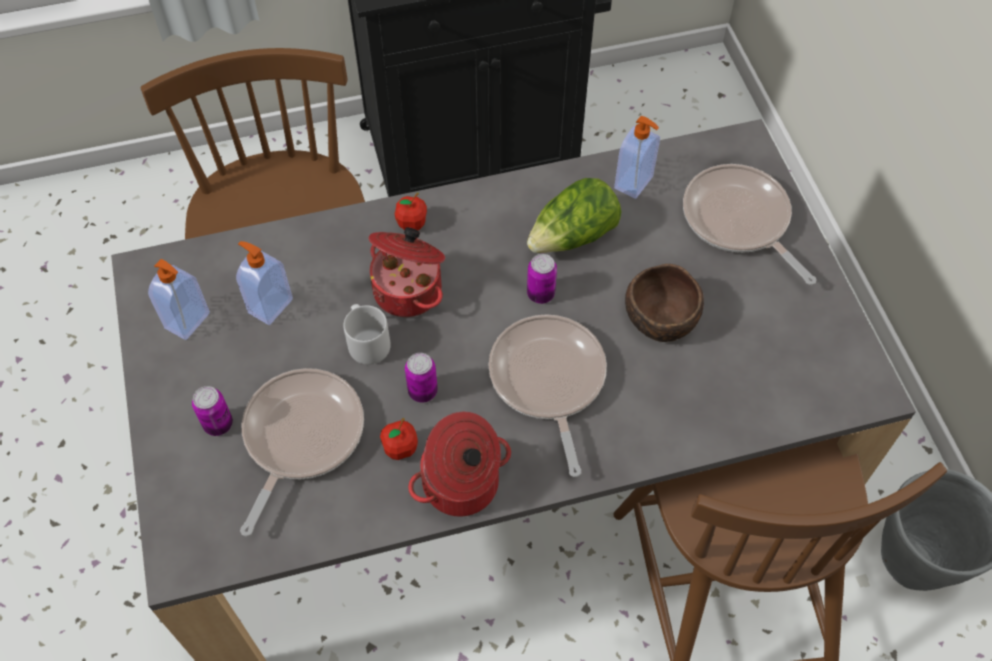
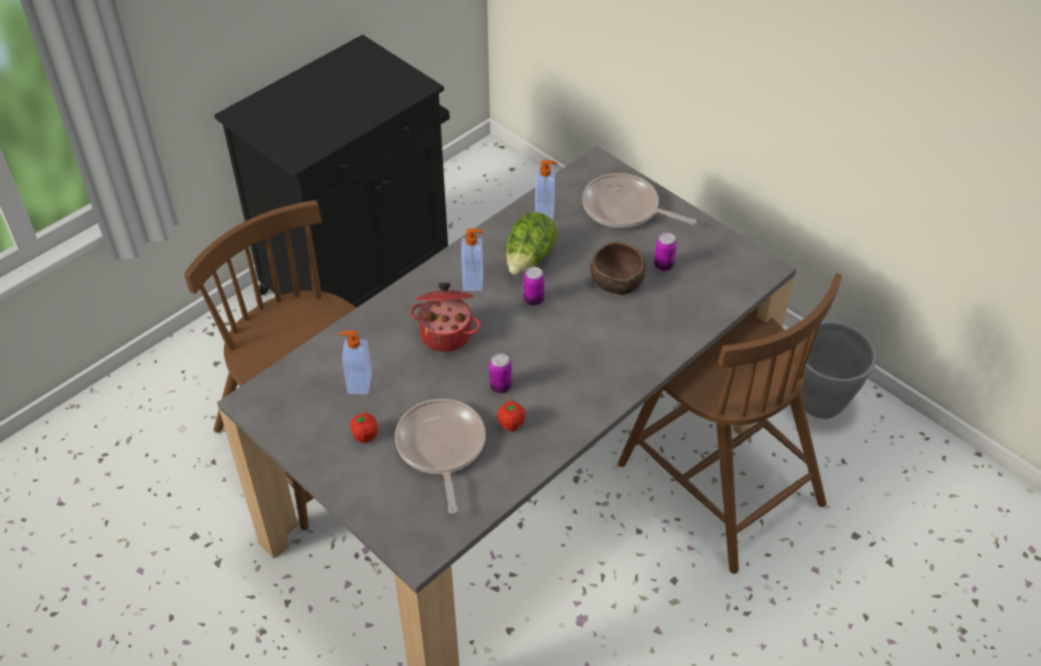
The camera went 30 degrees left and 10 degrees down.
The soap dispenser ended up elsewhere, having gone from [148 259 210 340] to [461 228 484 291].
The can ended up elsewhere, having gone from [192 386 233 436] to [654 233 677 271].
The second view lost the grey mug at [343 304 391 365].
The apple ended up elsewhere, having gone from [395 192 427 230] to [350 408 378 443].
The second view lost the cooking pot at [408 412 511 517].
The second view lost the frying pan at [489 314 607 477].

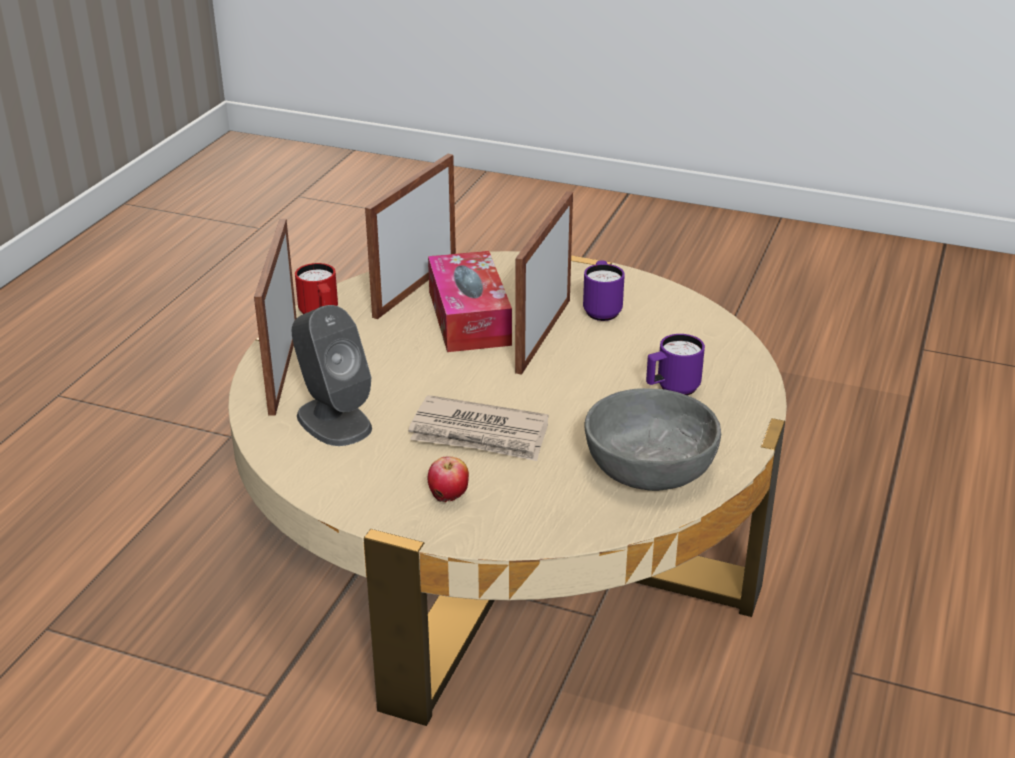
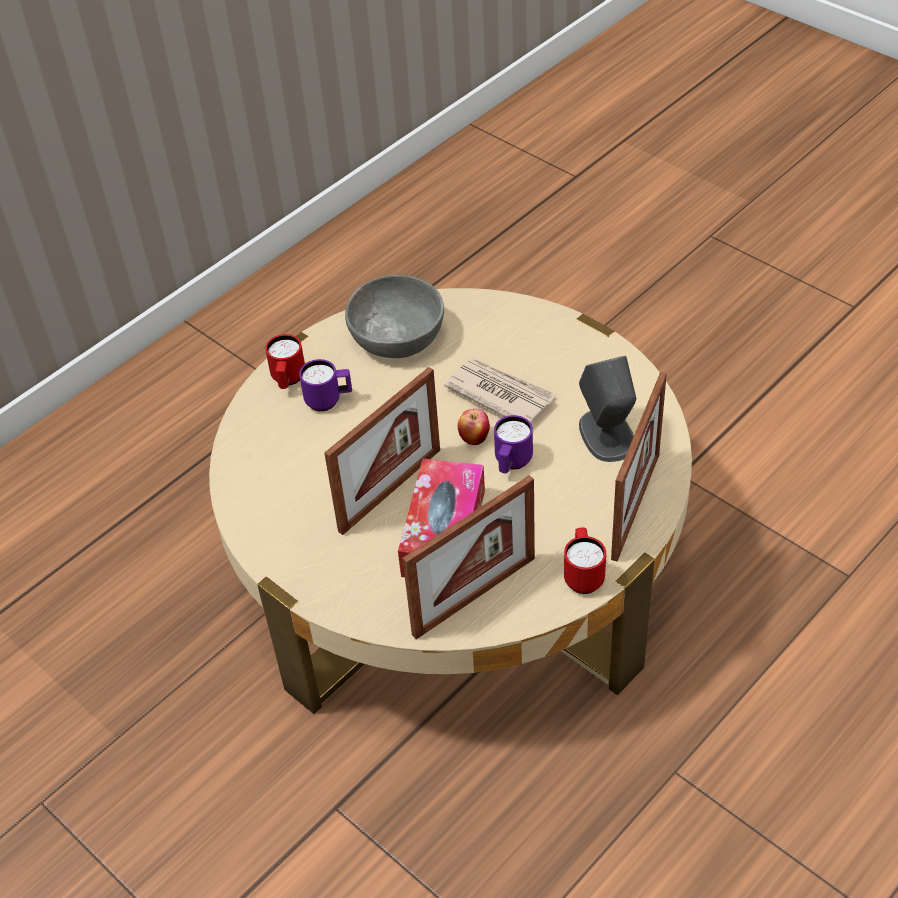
The camera went 155 degrees left and 15 degrees up.
The apple ended up elsewhere, having gone from [428 456 469 502] to [458 409 490 445].
The purple mug ended up elsewhere, having gone from [583 260 625 321] to [494 415 533 473].
The second view gained the red mug at [265 334 305 389].

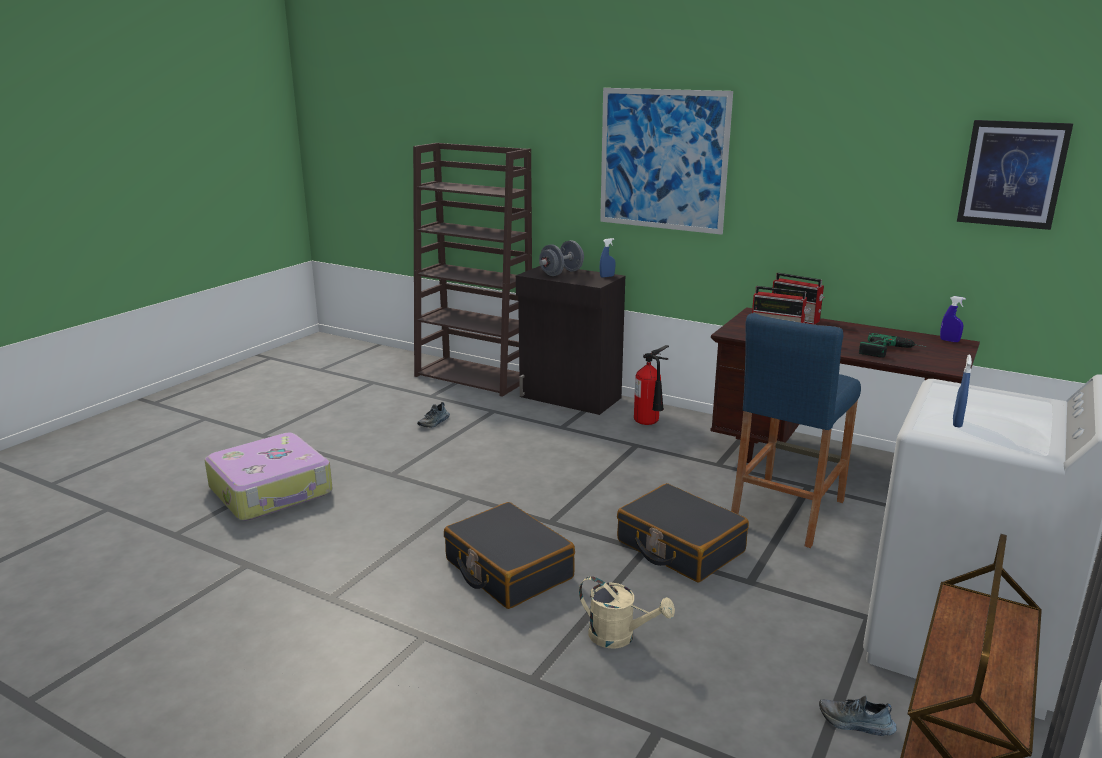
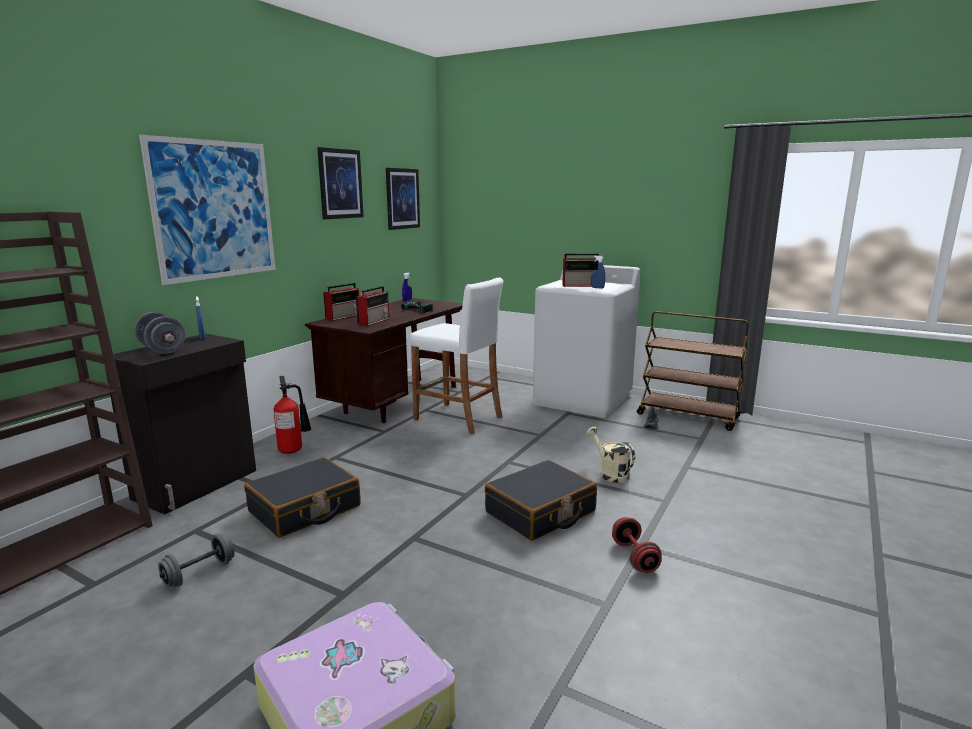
The camera went 90 degrees left and 5 degrees down.
Where the shoe stood at [417 402 450 427], the grey dumbbell came to stand at [158 534 235 587].
The beige watering can at [579 576 675 649] ended up facing another way, 60 degrees counterclockwise from before.
The black suitcase ended up elsewhere, having gone from [617 483 749 582] to [244 457 361 538].
What was the blue stool at [731 313 861 548] turned into the white stool at [410 277 503 435].
The second view gained the picture at [317 147 364 219].
The second view gained the radio at [562 253 599 287].
The second view gained the red dumbbell at [612 517 662 573].

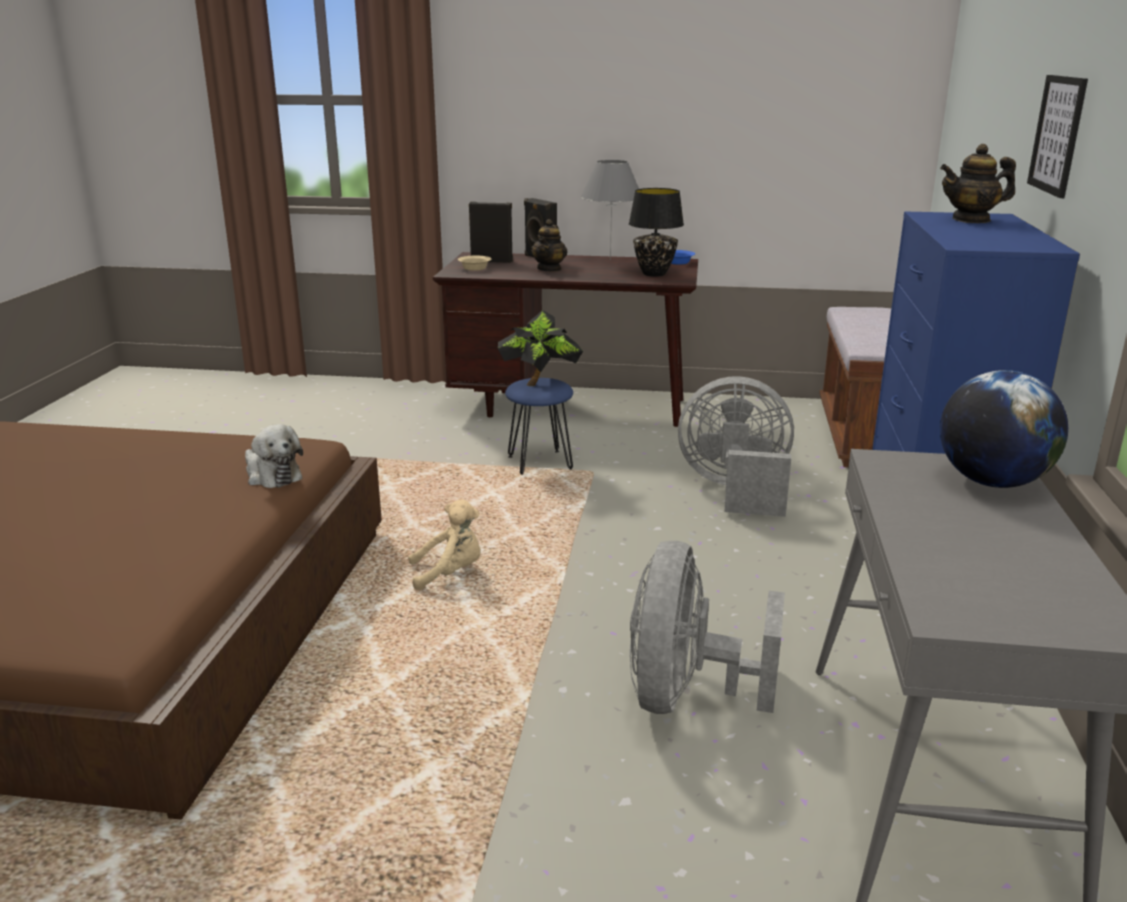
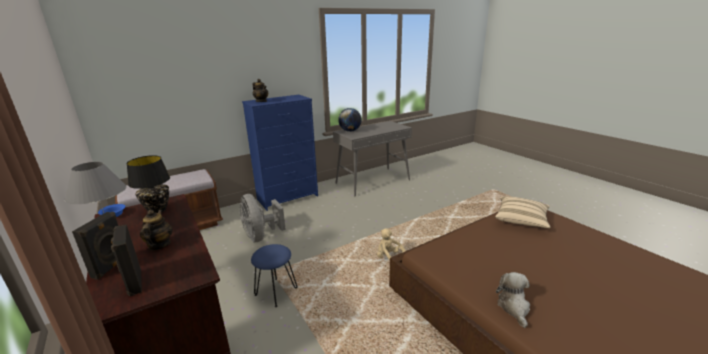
The camera went 130 degrees left and 0 degrees up.
The plush toy ended up elsewhere, having gone from [245 424 303 488] to [496 272 530 328].
The second view lost the beige bowl at [458 256 492 271].
The second view lost the potted plant at [498 310 583 386].
The teapot at [531 219 567 272] ended up facing another way, 75 degrees counterclockwise from before.
The second view lost the grey fan at [630 541 785 714].
The second view lost the picture at [1027 75 1088 198].
The second view gained the beige pillow at [495 196 551 228].

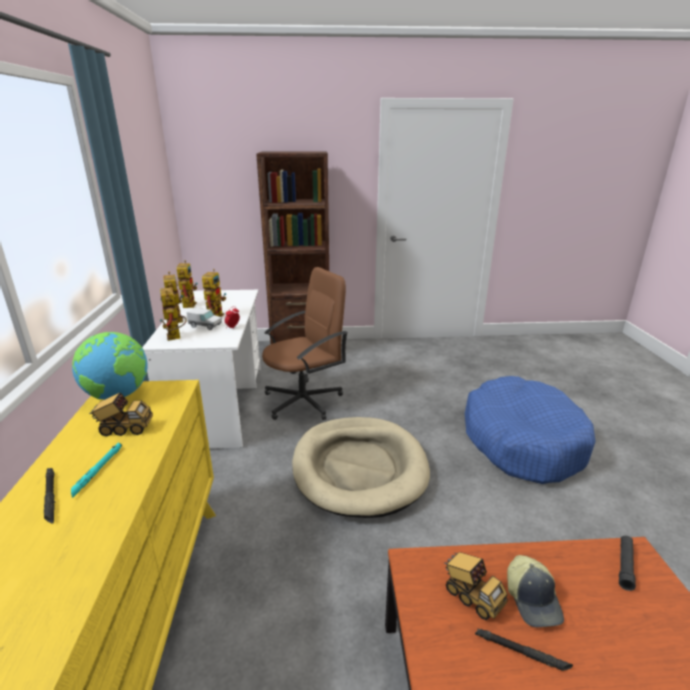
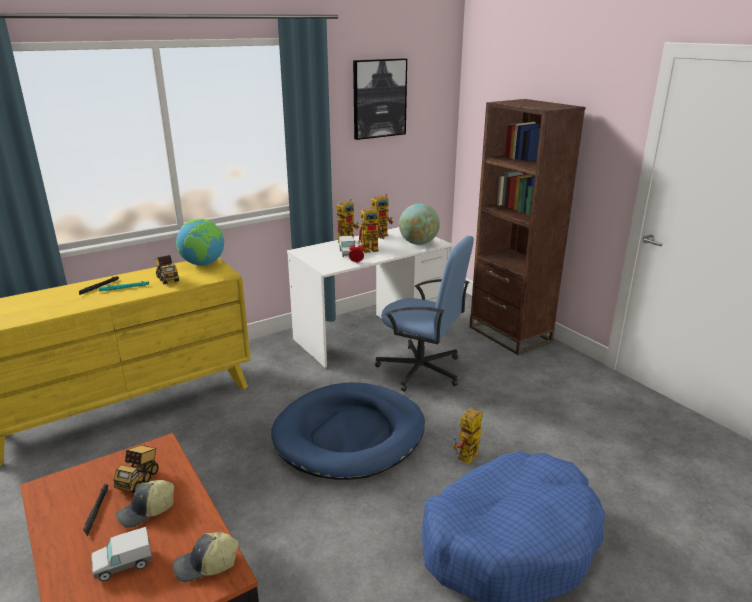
The camera went 60 degrees right and 0 degrees up.
The toy robot ended up elsewhere, having gone from [159 287 187 341] to [453 407 483 464].
What was the brown office chair at [262 267 348 420] turned into the blue office chair at [375 236 474 392].
What was the beige dog bed at [292 417 430 518] turned into the blue dog bed at [271 382 425 480].
Where the black flashlight stood at [619 536 636 591], the cap came to stand at [173 532 239 582].
The second view gained the toy truck at [92 527 152 581].
The second view gained the picture at [353 58 407 140].
The second view gained the globe at [399 204 440 245].

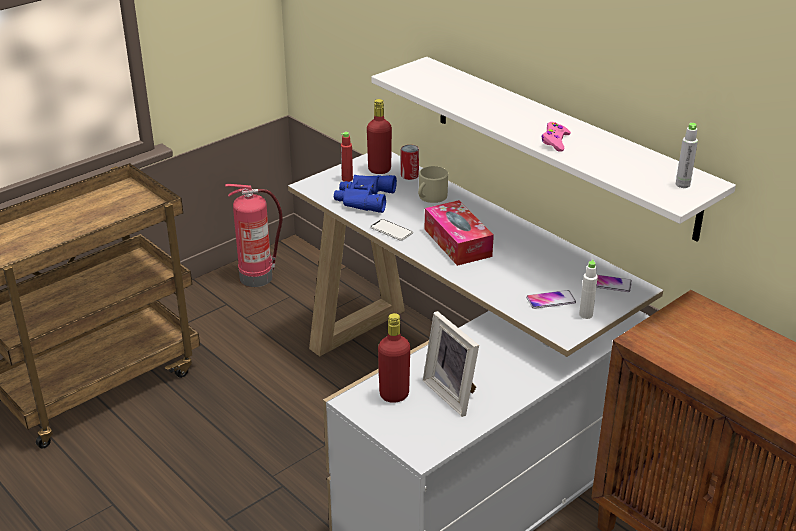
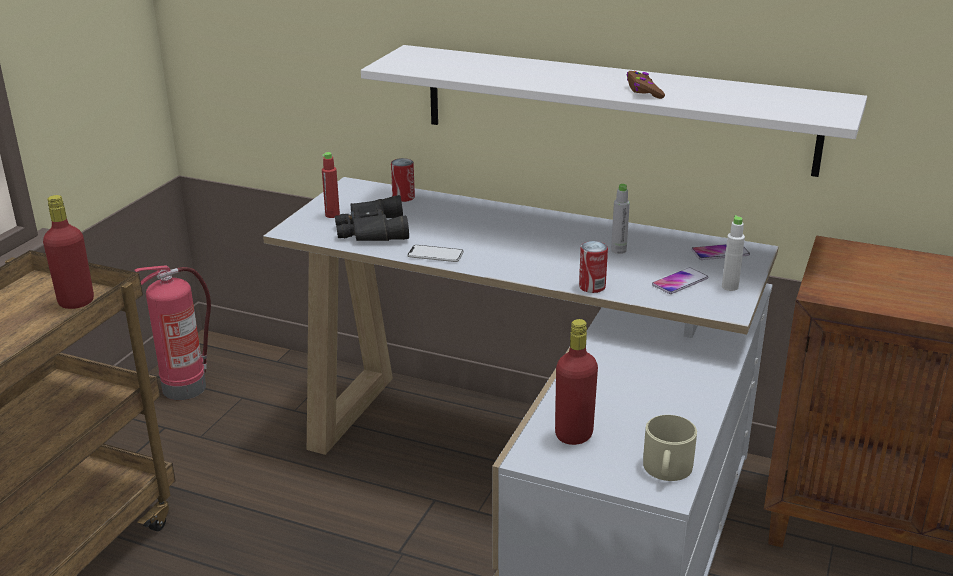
The camera went 25 degrees left and 5 degrees down.
What was the blue binoculars at [334 175 397 213] turned into the black binoculars at [335 195 409 241].
The red bottle ended up elsewhere, having gone from [367 99 392 174] to [43 195 94 309].
The beige mug ended up elsewhere, having gone from [418 166 448 203] to [643 415 697 481].
The second view lost the picture frame at [423 311 479 417].
The second view lost the tissue box at [425 200 494 266].
What was the pink game controller at [541 122 571 152] turned into the brown game controller at [627 71 665 99].
The grey bottle ended up elsewhere, having gone from [676 123 698 188] to [611 184 630 254].
The second view gained the can at [579 241 608 293].

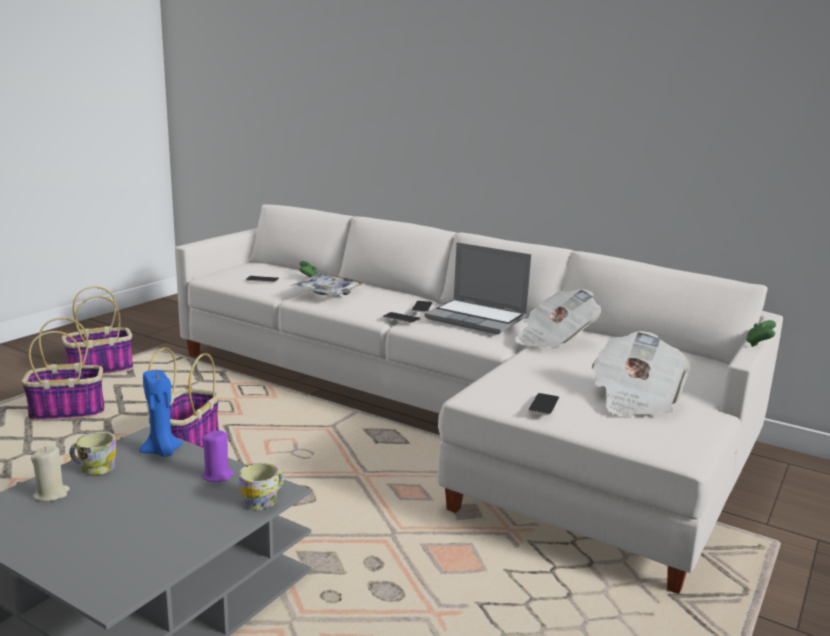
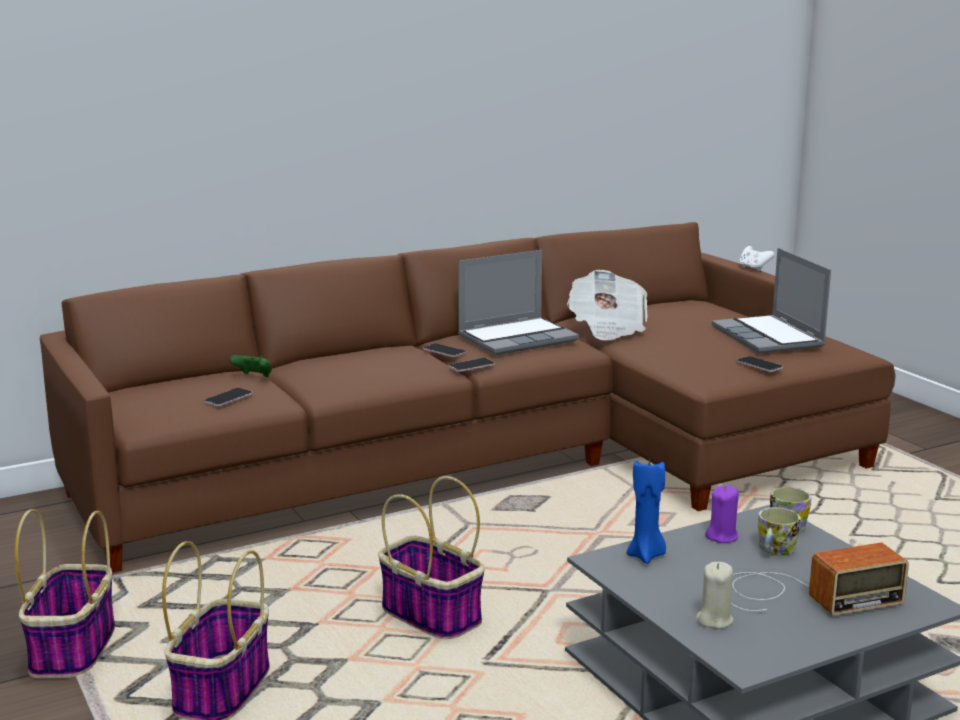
The camera went 60 degrees left and 0 degrees up.
The mug ended up elsewhere, having gone from [69 432 116 475] to [758 507 801 555].
What was the white sofa at [175 204 783 594] turned into the brown sofa at [40 222 896 573].
The second view lost the tray at [290 273 366 296].
Where the newspaper stood at [592 331 691 416], the laptop came to stand at [712 248 831 354].
What was the green game controller at [746 320 776 347] turned into the white game controller at [740 246 775 271].
The second view gained the radio at [731 543 909 616].

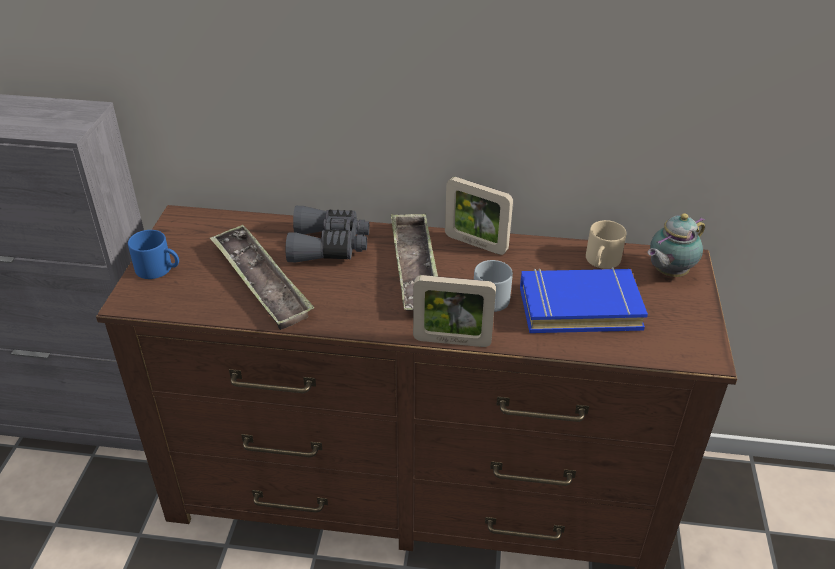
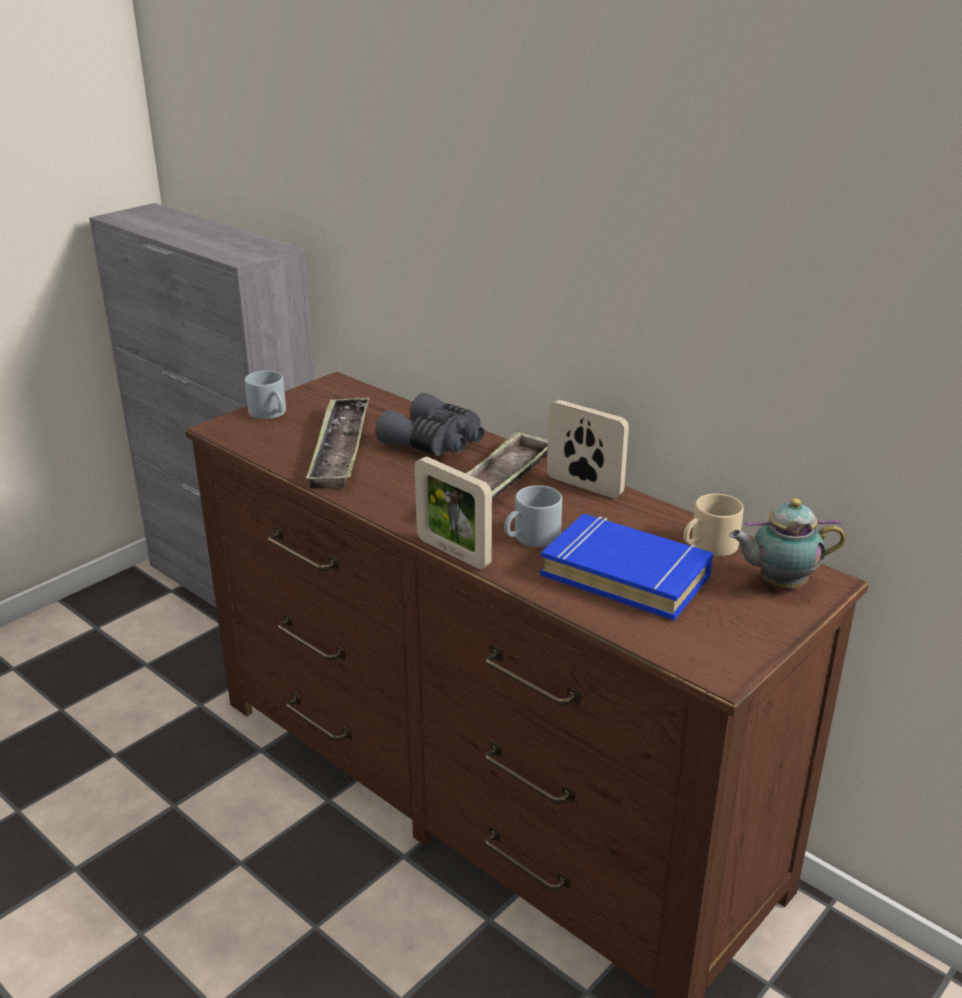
The camera went 35 degrees right and 10 degrees down.
What was the blue mug at [128 230 179 279] turned into the grey mug at [245 371 286 419].
The picture frame at [445 177 513 255] ended up facing another way, 150 degrees clockwise from before.

